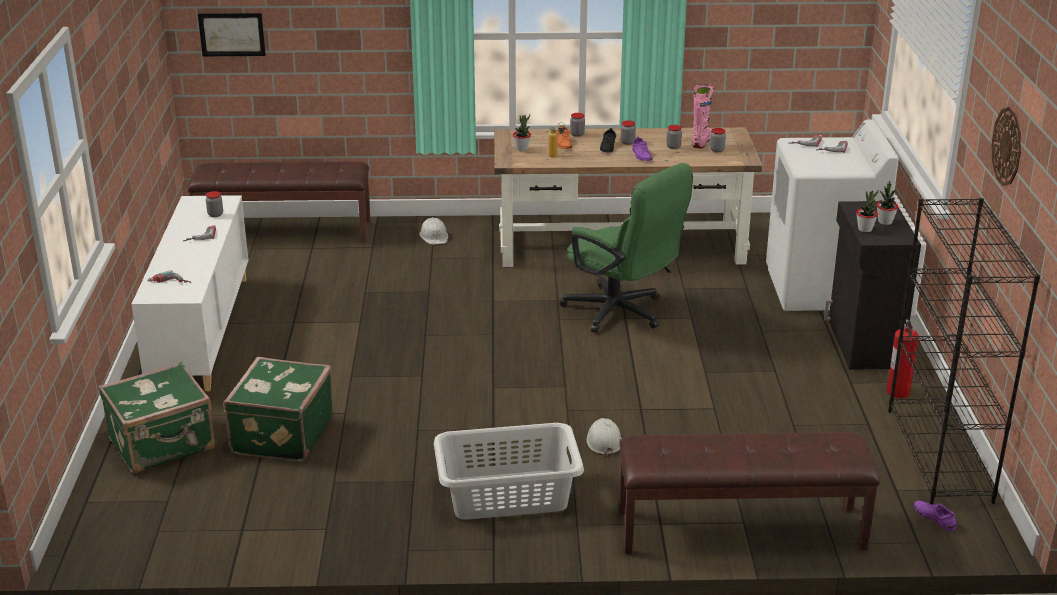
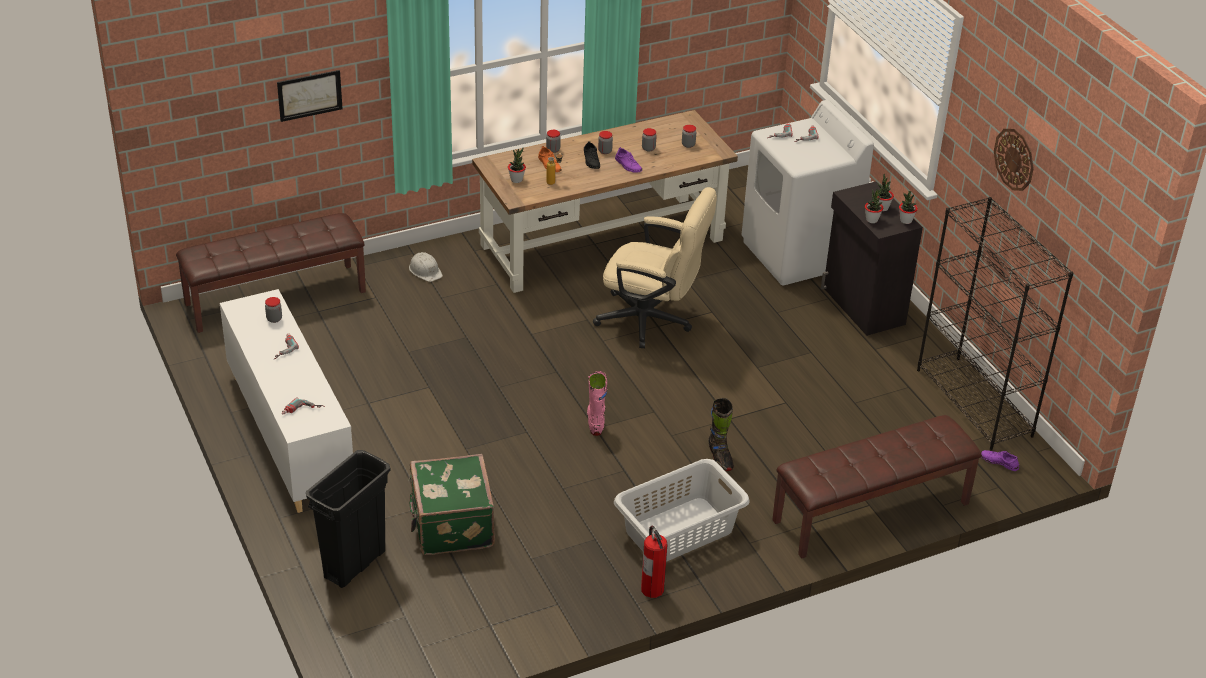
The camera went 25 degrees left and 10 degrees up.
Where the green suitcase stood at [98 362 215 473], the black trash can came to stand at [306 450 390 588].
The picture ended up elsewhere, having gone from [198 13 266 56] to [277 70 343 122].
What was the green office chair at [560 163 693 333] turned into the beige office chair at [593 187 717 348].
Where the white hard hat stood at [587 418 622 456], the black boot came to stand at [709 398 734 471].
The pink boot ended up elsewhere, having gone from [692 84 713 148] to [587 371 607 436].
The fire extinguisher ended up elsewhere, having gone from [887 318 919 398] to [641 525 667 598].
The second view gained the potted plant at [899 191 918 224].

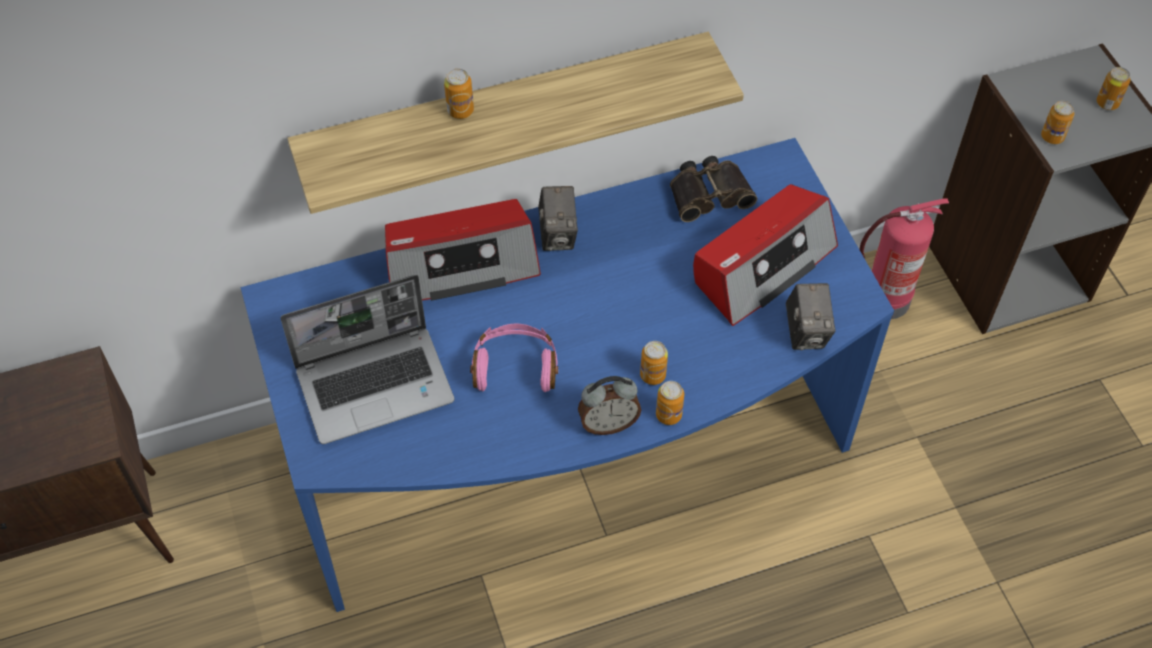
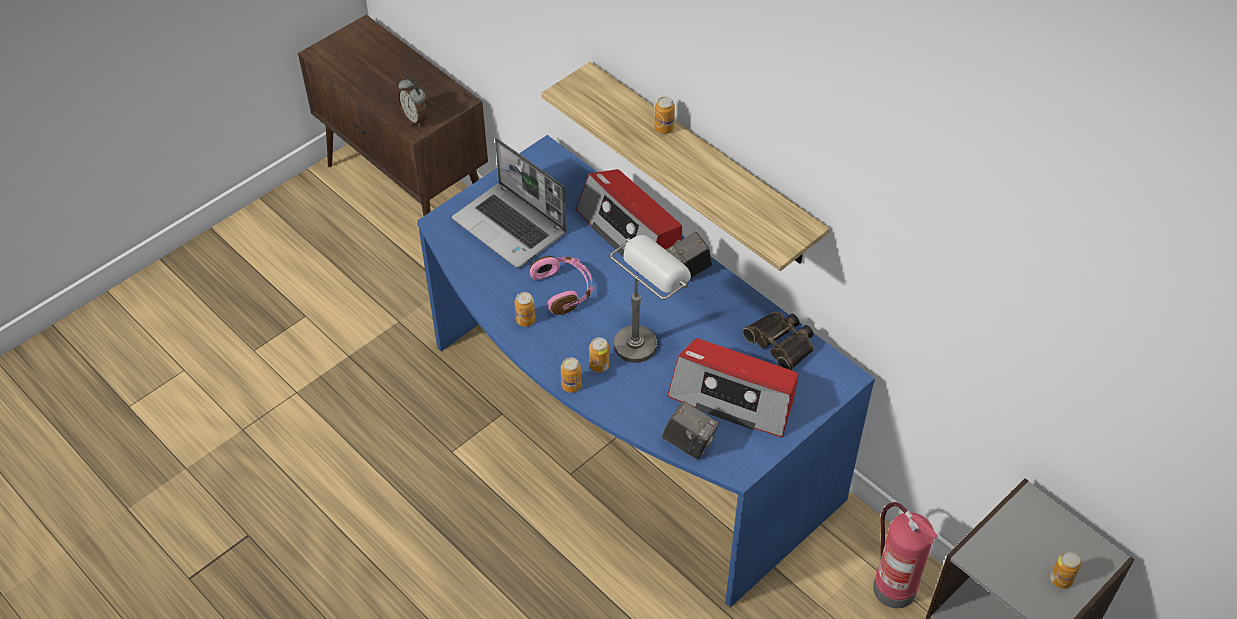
The camera went 65 degrees right and 5 degrees down.
The alarm clock ended up elsewhere, having gone from [578 376 641 435] to [397 77 427 127].
The photo camera at [785 283 836 351] ended up facing another way, 120 degrees counterclockwise from before.
The can ended up elsewhere, having gone from [1041 101 1075 144] to [515 292 535 327].
The second view gained the grey table lamp at [609 235 691 363].

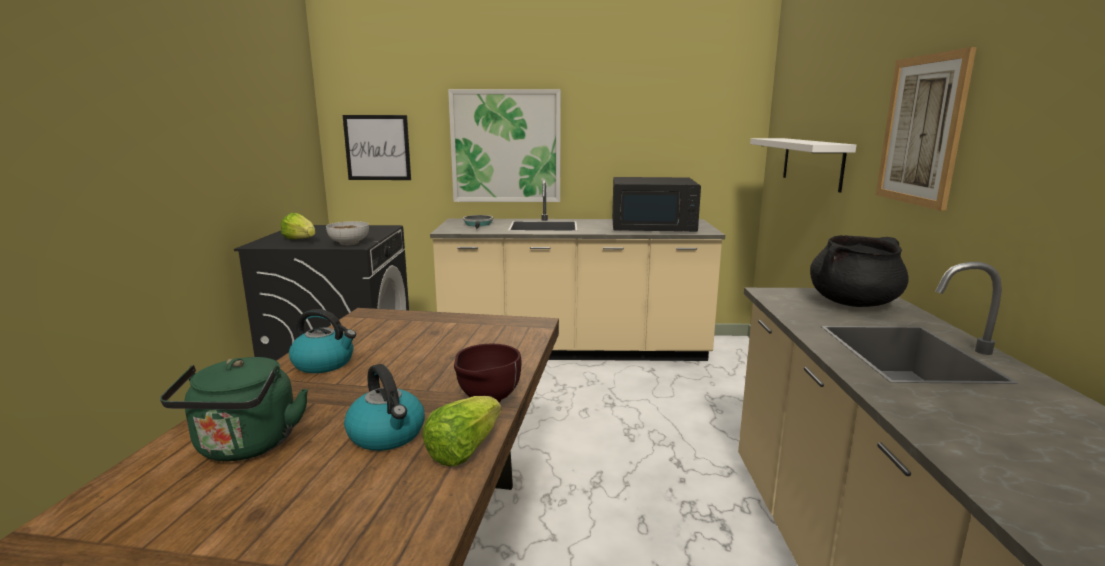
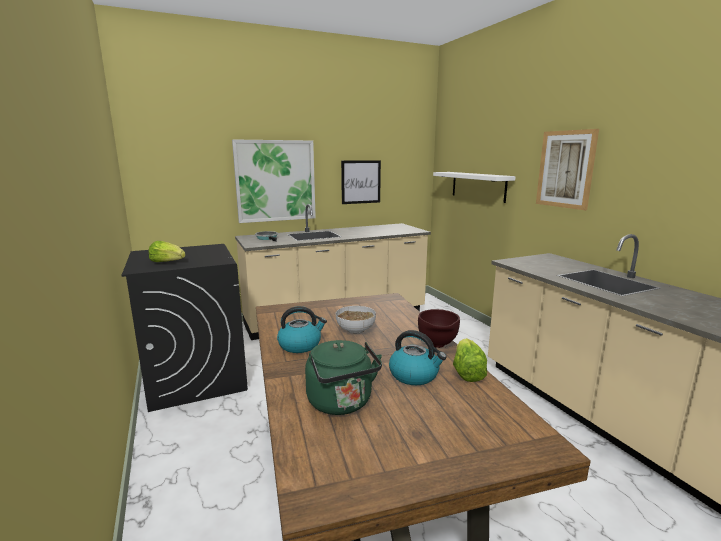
The camera went 25 degrees left and 0 degrees up.
The bowl ended up elsewhere, having gone from [326 221 369 245] to [336 306 376 334].
The picture ended up elsewhere, having gone from [343 115 411 180] to [341 160 381 204].
The second view lost the black microwave at [612 177 701 232].
The second view lost the black cooking pot at [810 235 909 307].

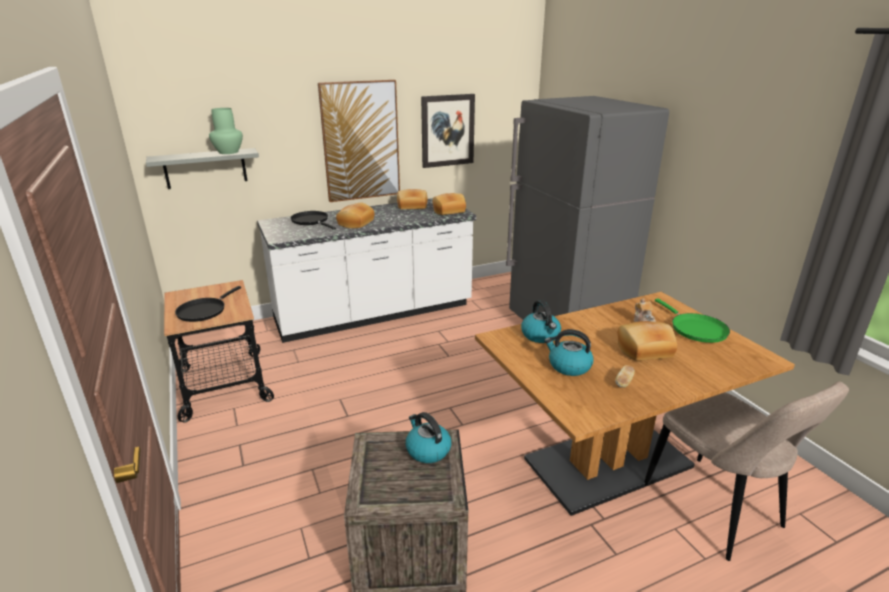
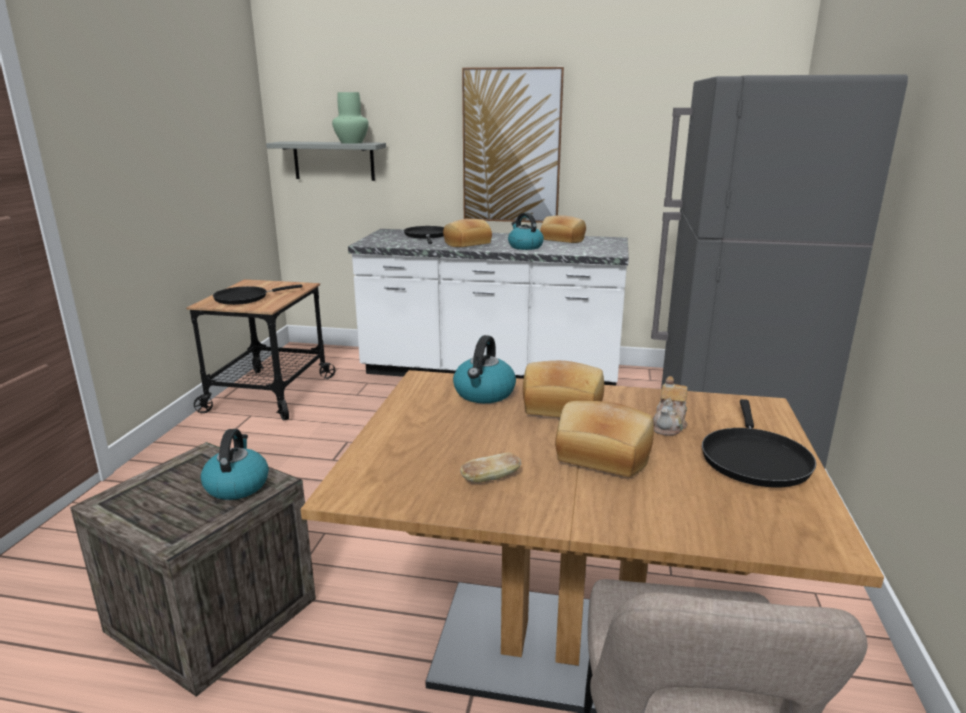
The camera went 35 degrees right and 5 degrees down.
The second view lost the picture at [421 94 475 168].
The bread ended up elsewhere, having gone from [433 193 466 215] to [523 361 604 417].
The kettle ended up elsewhere, having gone from [544 329 593 376] to [508 213 544 250].
What was the green frying pan at [655 299 730 343] turned into the black frying pan at [702 399 816 487].

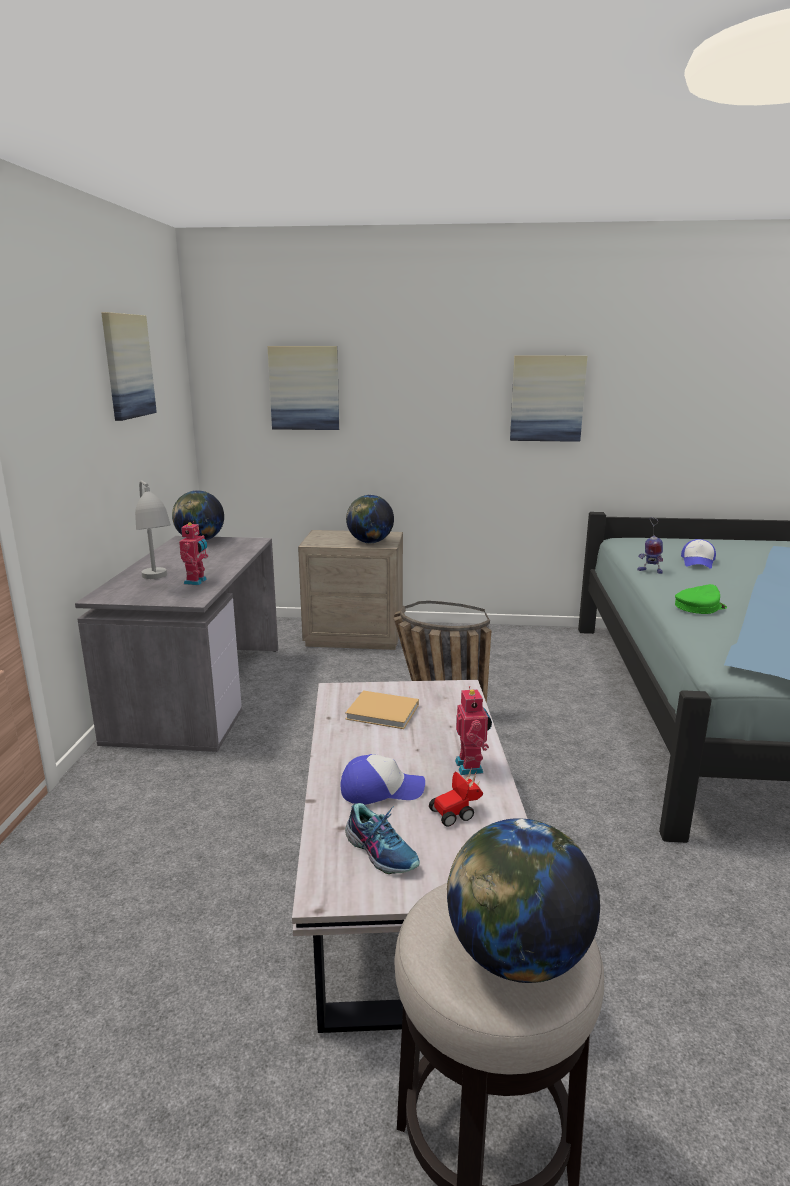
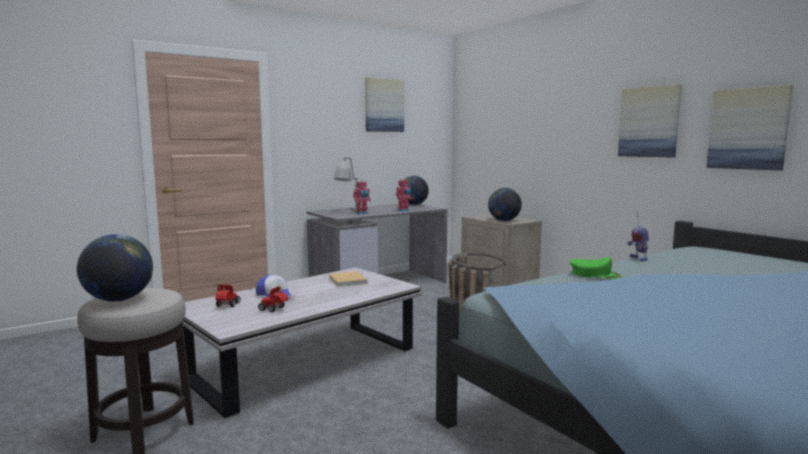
The camera went 50 degrees right and 10 degrees down.
The picture ended up elsewhere, having gone from [267 346 339 430] to [706 85 793 171].
Where the shoe stood at [345 803 420 874], the toy car came to stand at [215 284 240 307].
The toy robot ended up elsewhere, having gone from [455 686 492 775] to [396 179 412 212].
The second view lost the cap at [681 539 716 569].

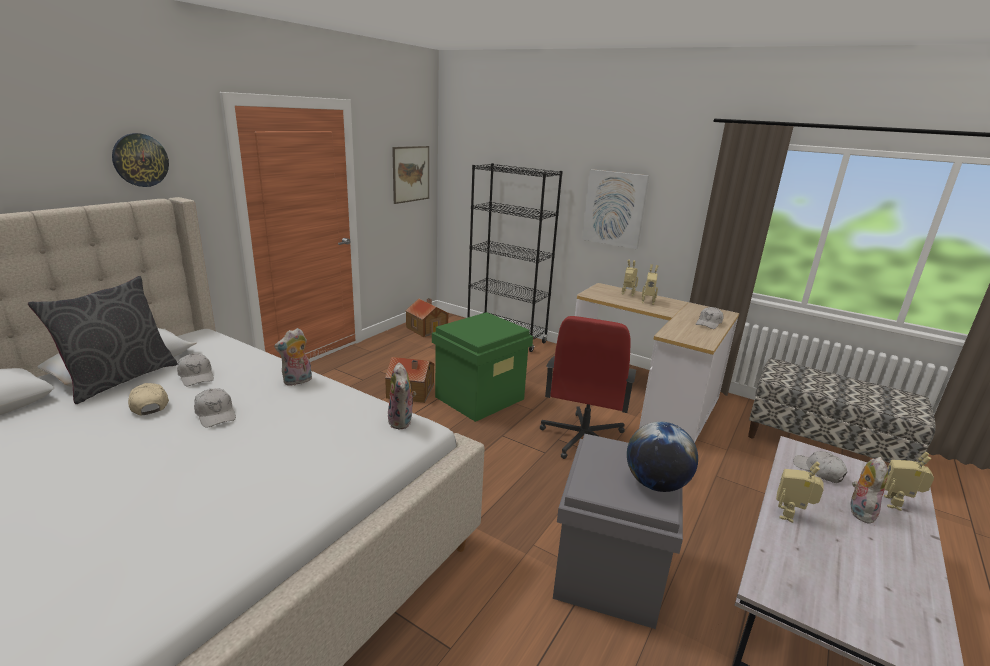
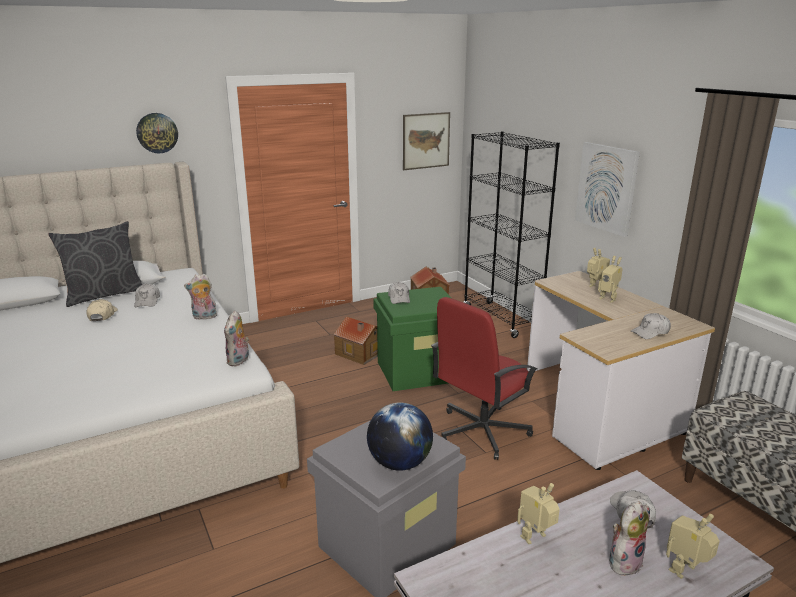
The camera went 30 degrees right and 0 degrees up.
The white cap ended up elsewhere, having gone from [194 388 236 428] to [388 282 410 304].

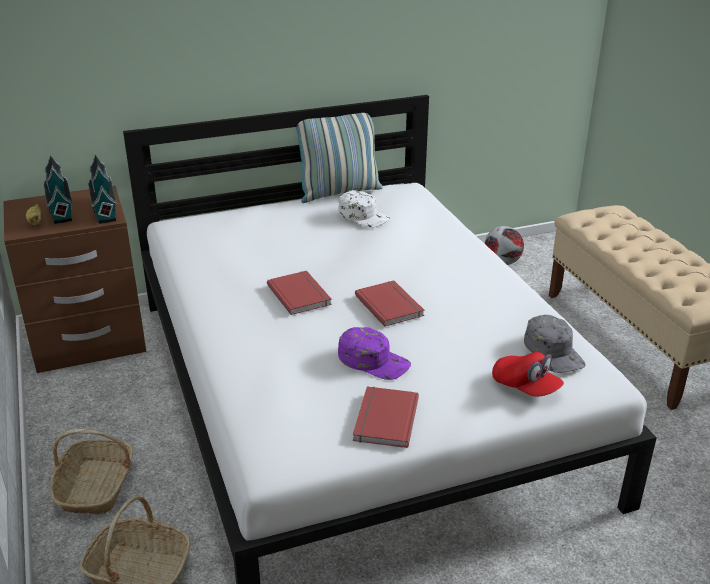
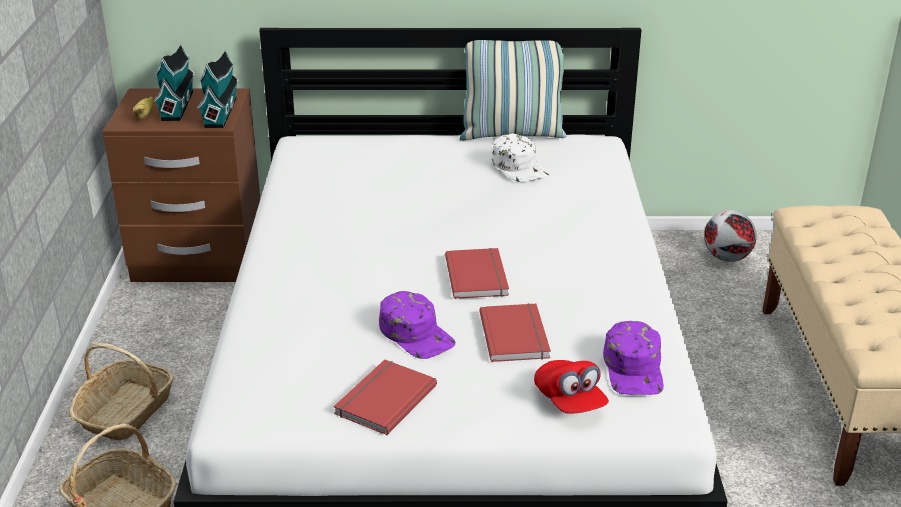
The camera went 20 degrees right and 0 degrees up.
The red book ended up elsewhere, having gone from [267 271 332 315] to [480 303 551 362].
What was the grey cap at [524 315 586 373] turned into the purple cap at [603 321 664 395].

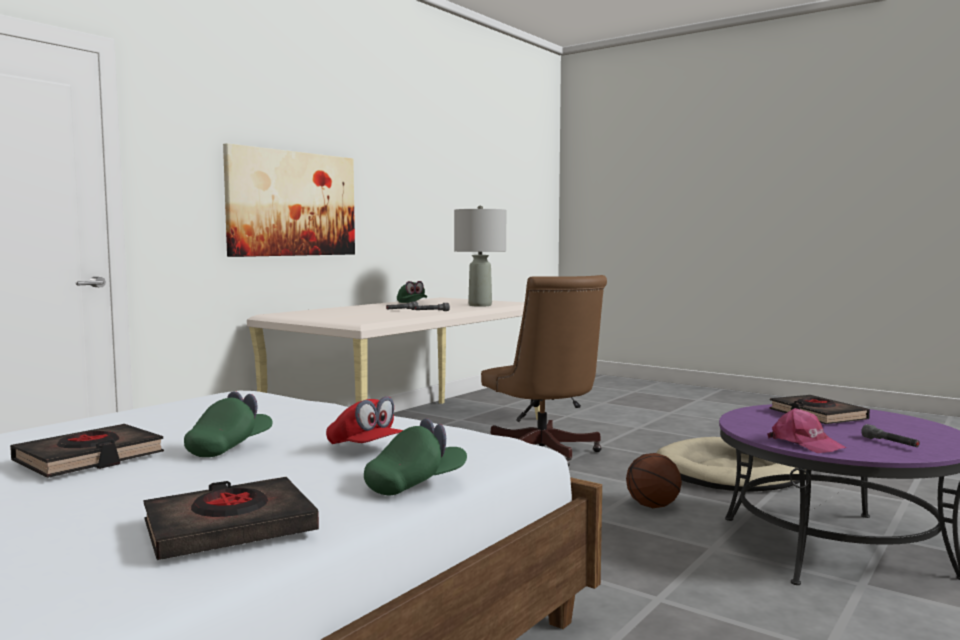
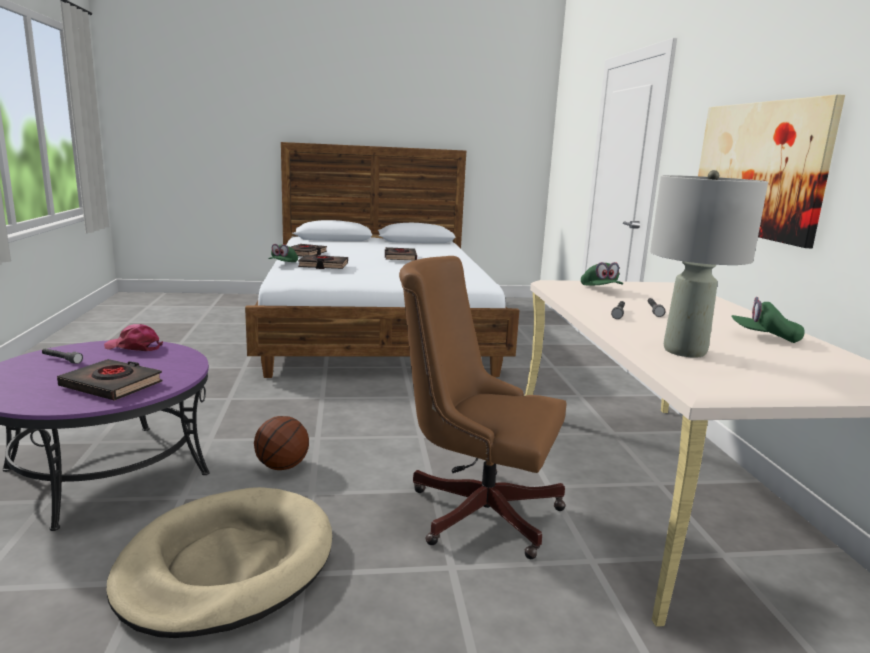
The camera went 135 degrees right and 10 degrees up.
The green cap ended up elsewhere, having gone from [184 391 273 457] to [581 262 623 285].
Where the red cap stood at [326 396 403 444], the black book came to stand at [298 255 348 269].

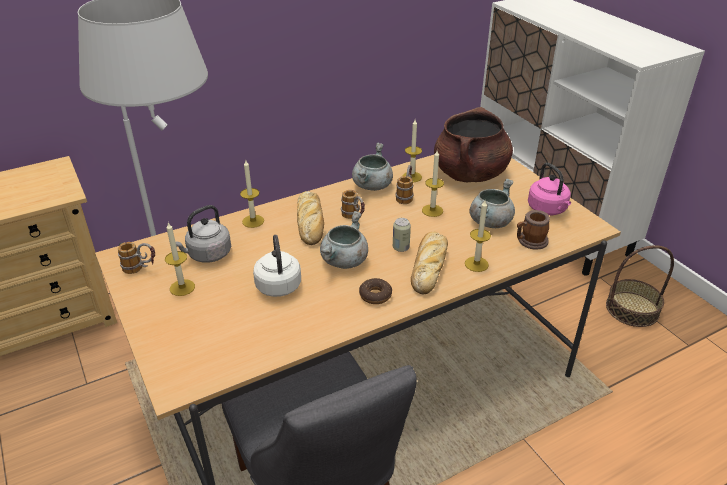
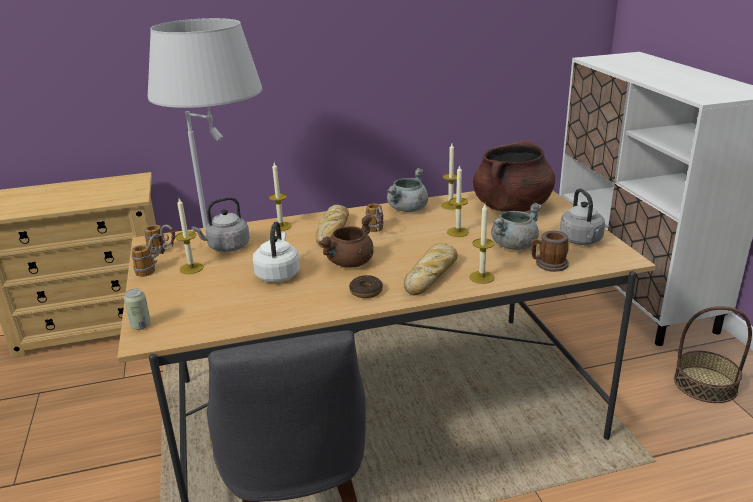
The camera went 15 degrees right and 10 degrees down.
What was the grey cooking pot at [320 211 368 269] turned into the brown cooking pot at [318 215 374 268].
The can ended up elsewhere, having gone from [393 218 411 252] to [124 288 151 330].
The mug ended up elsewhere, having gone from [395 165 413 204] to [131 234 164 277].
What was the pink kettle at [528 163 571 215] turned into the grey kettle at [560 188 605 245].

